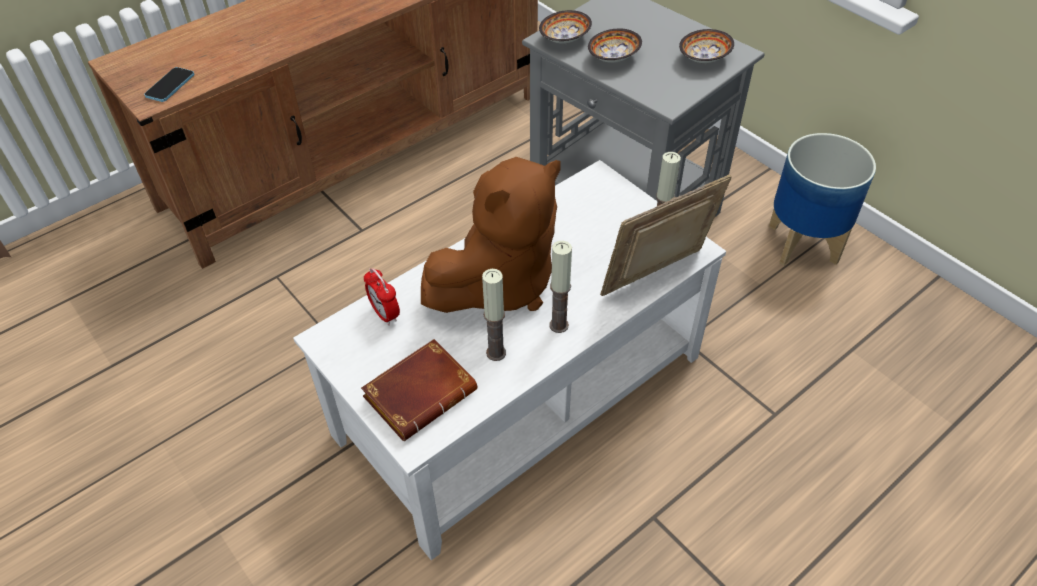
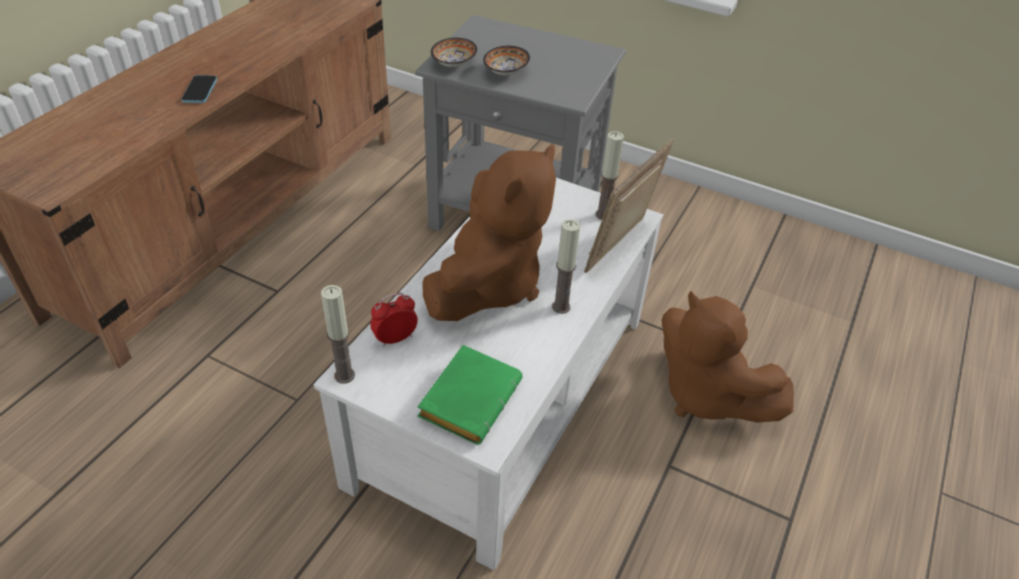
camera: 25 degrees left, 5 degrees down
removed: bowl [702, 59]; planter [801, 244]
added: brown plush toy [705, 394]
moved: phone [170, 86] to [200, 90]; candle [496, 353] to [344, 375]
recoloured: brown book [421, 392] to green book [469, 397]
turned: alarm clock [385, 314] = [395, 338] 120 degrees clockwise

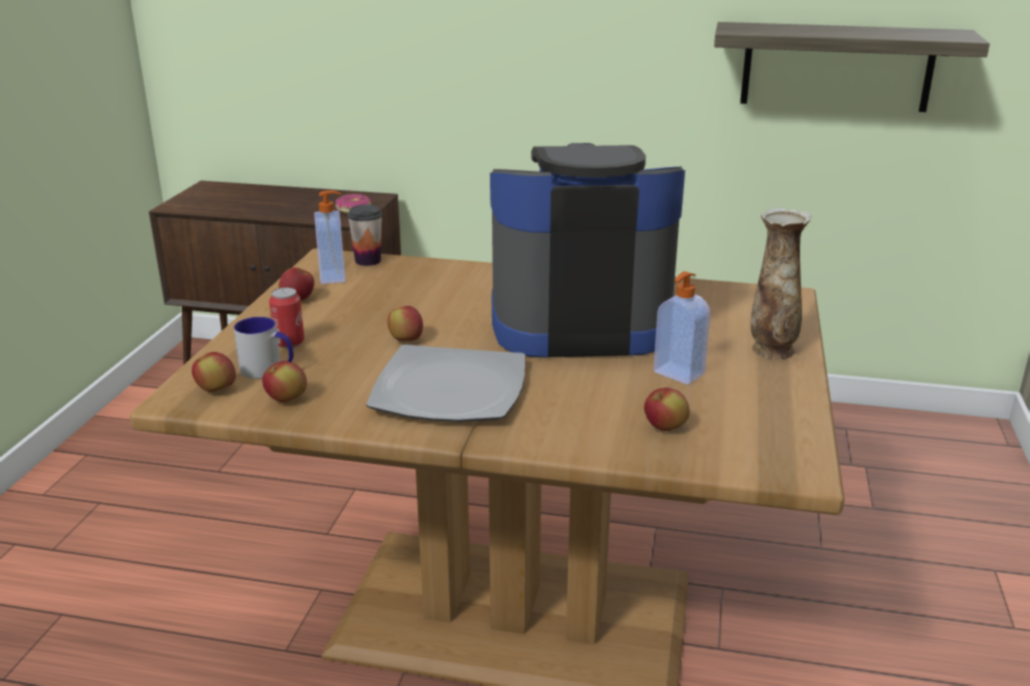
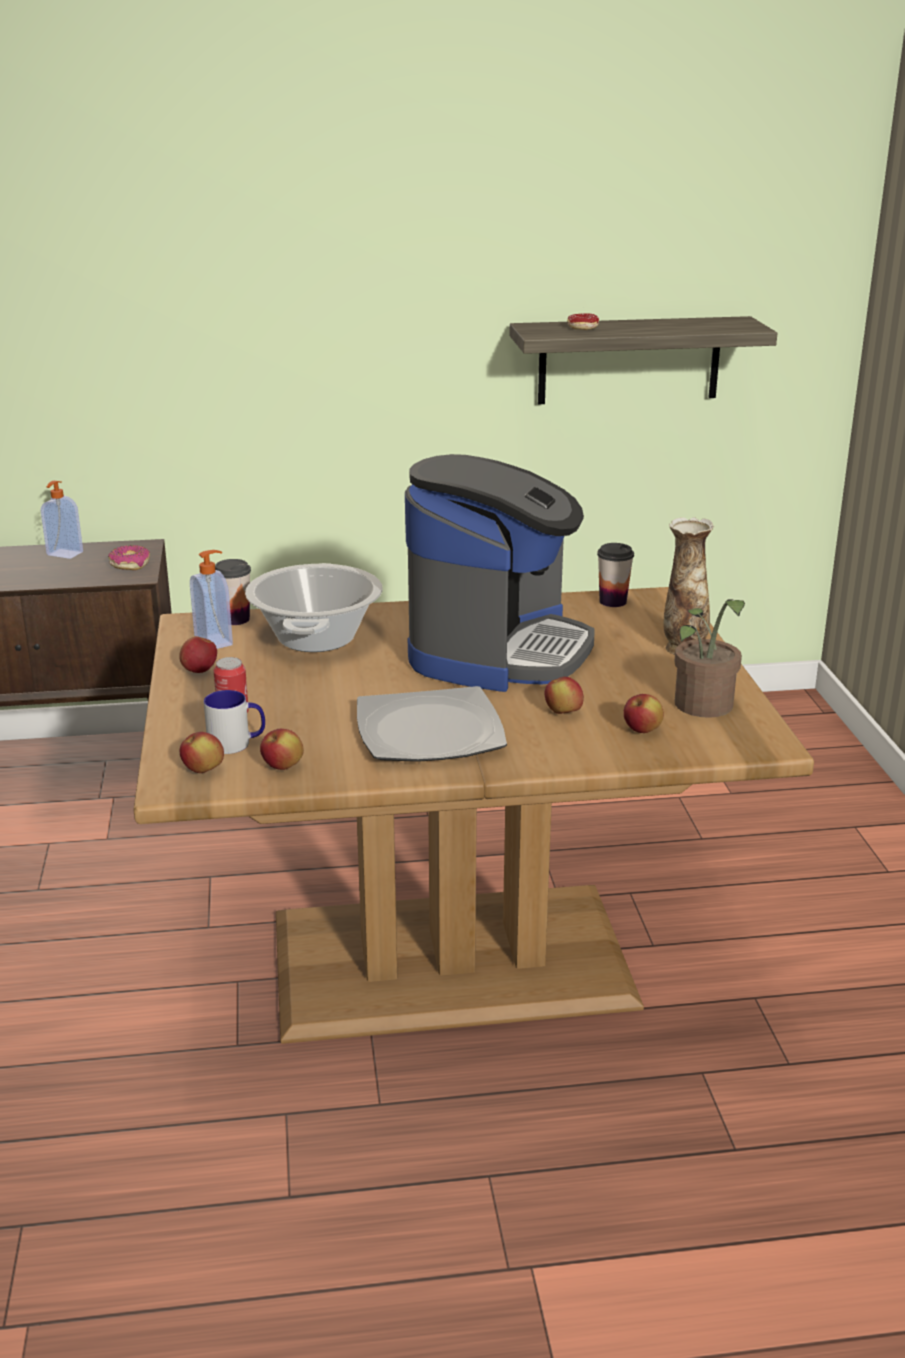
camera: 20 degrees left, 0 degrees up
added: donut [585, 326]; cup [613, 601]; cooking pot [317, 637]; potted plant [703, 708]
moved: soap dispenser [677, 374] to [64, 554]; apple [406, 340] to [563, 713]
turned: coffee machine [579, 323] = [498, 650] 135 degrees clockwise

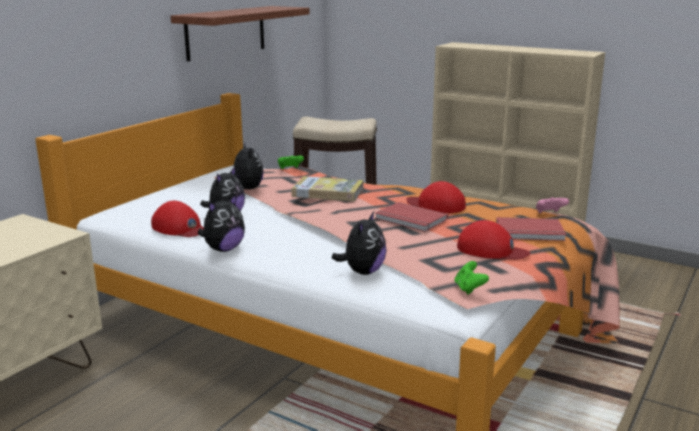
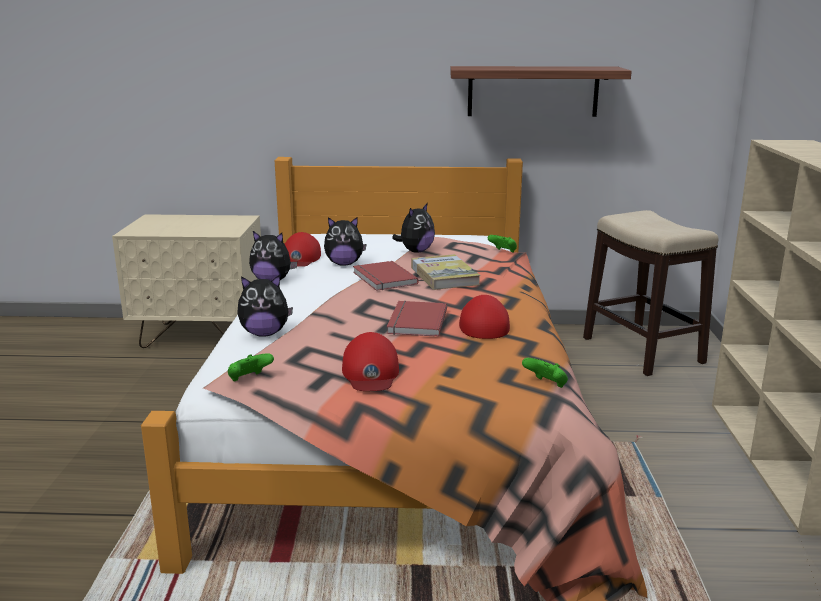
camera: 60 degrees right, 0 degrees up
moved: red book [530, 232] to [382, 278]
recoloured: pink game controller [549, 214] to green game controller [546, 385]

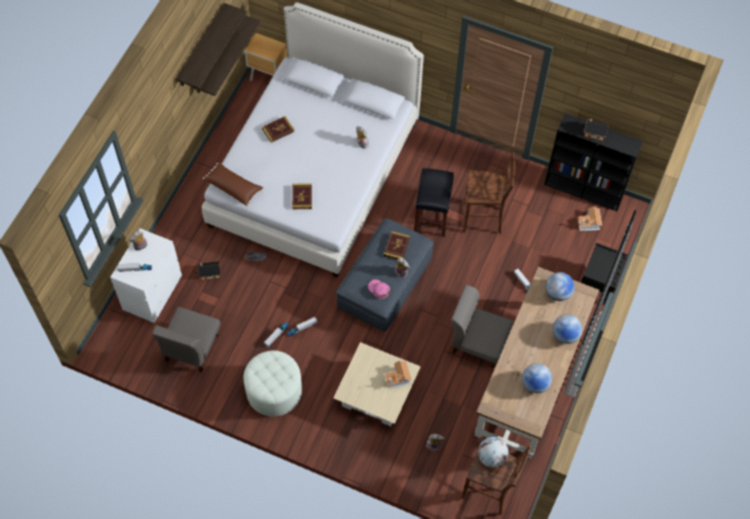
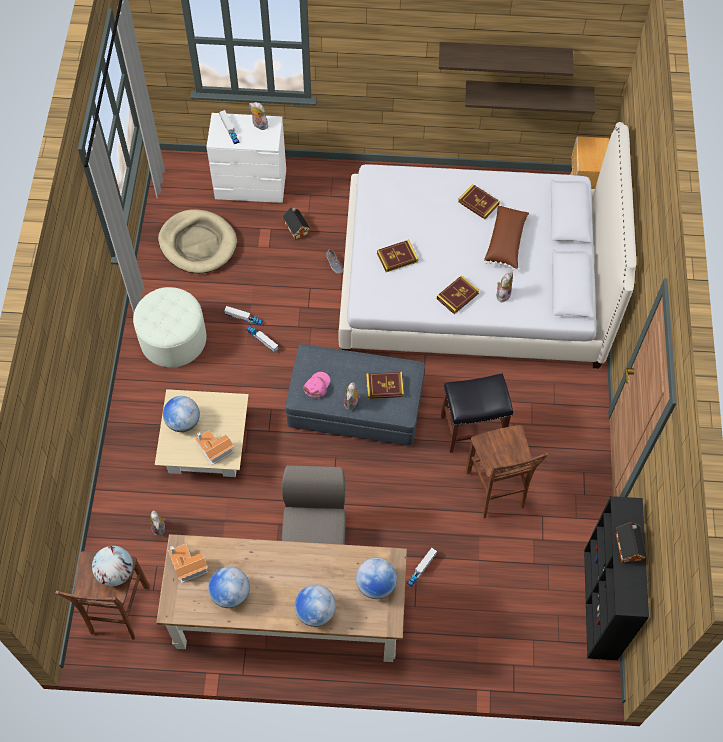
camera: 70 degrees right, 0 degrees up
removed: black nightstand [599, 285]
added: book [457, 296]; globe [183, 422]
moved: brown pillow [234, 187] to [506, 242]; toy house [589, 224] to [187, 566]
replaced: grey chair [191, 348] to beige dog bed [198, 243]

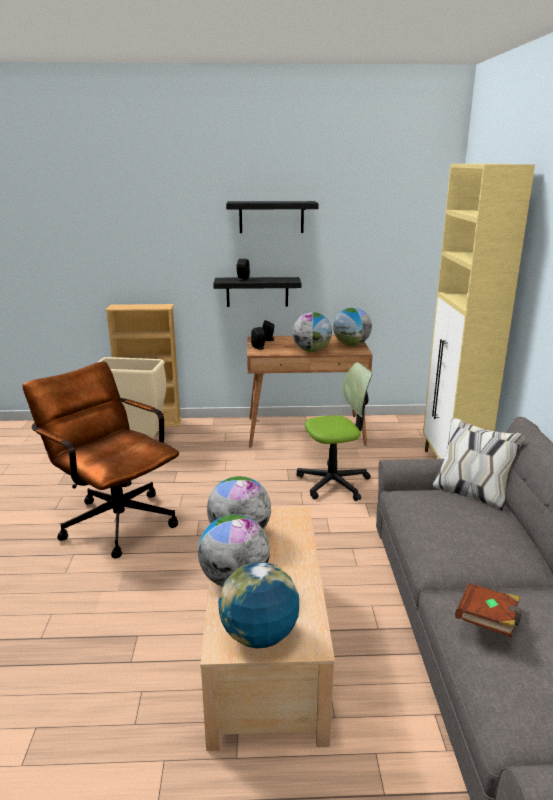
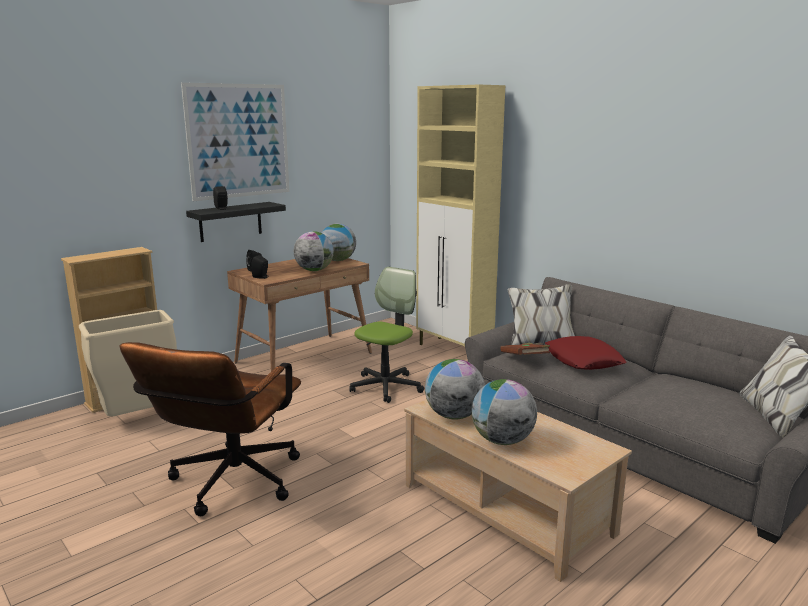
camera: 40 degrees left, 5 degrees down
removed: globe [259, 635]
added: red pillow [583, 360]
moved: brown book [488, 622] to [525, 359]
replaced: black shelf [271, 217] to picture [239, 141]
turned: brown office chair [114, 519] = [229, 485] 75 degrees counterclockwise

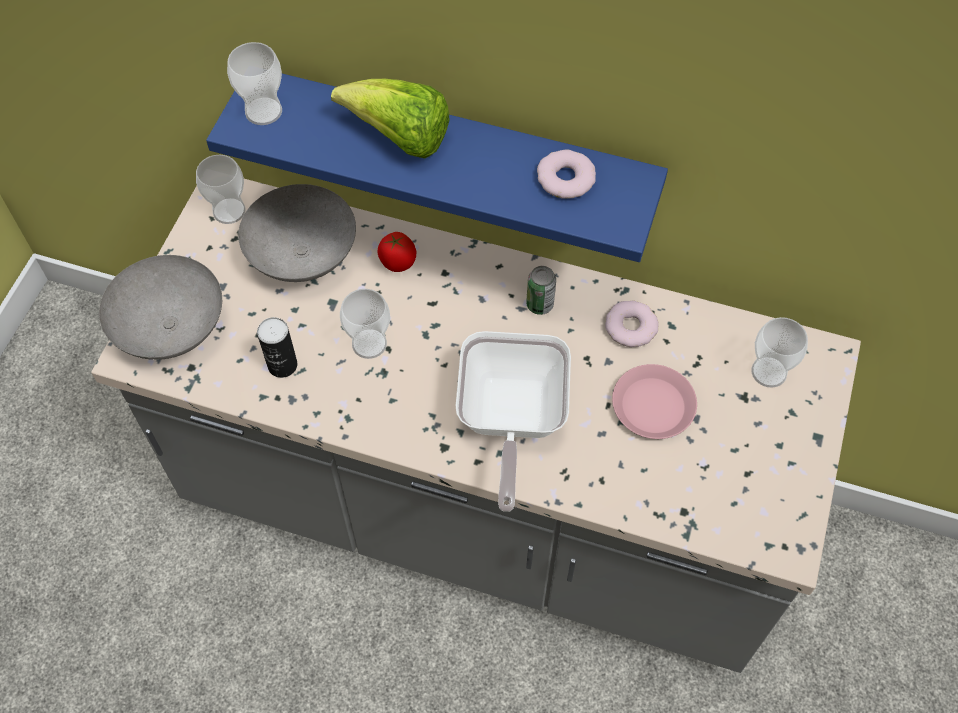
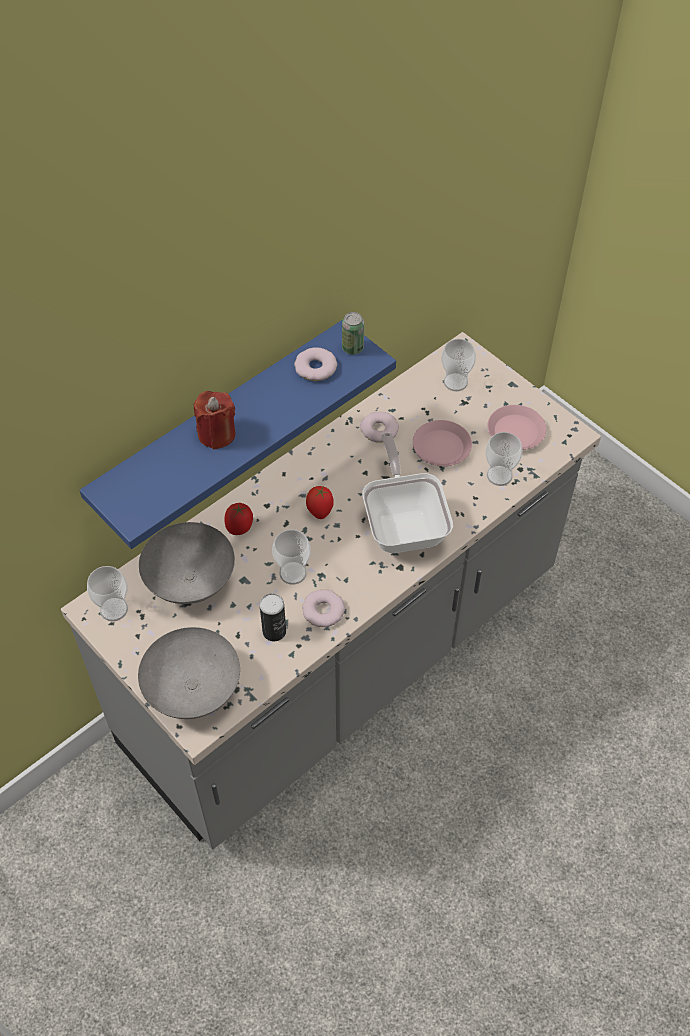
camera: 60 degrees left, 5 degrees down
added: pink plate [515, 431]; tomato [320, 511]; donut [323, 611]
moved: cup [263, 111] to [499, 475]; can [539, 304] to [352, 348]
replaced: lettuce [399, 138] to red candle [217, 434]
turned: frying pan [510, 420] = [404, 523] 135 degrees counterclockwise

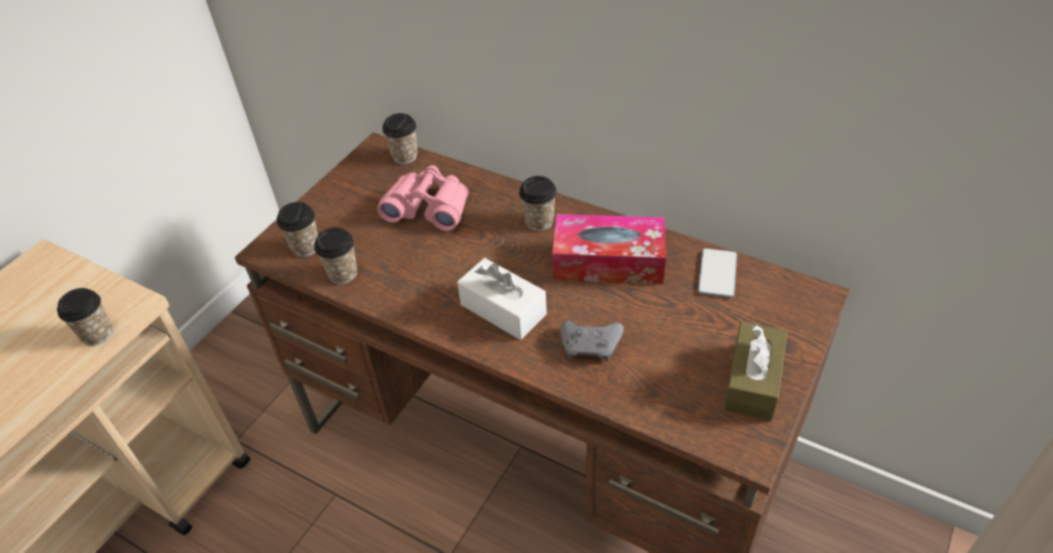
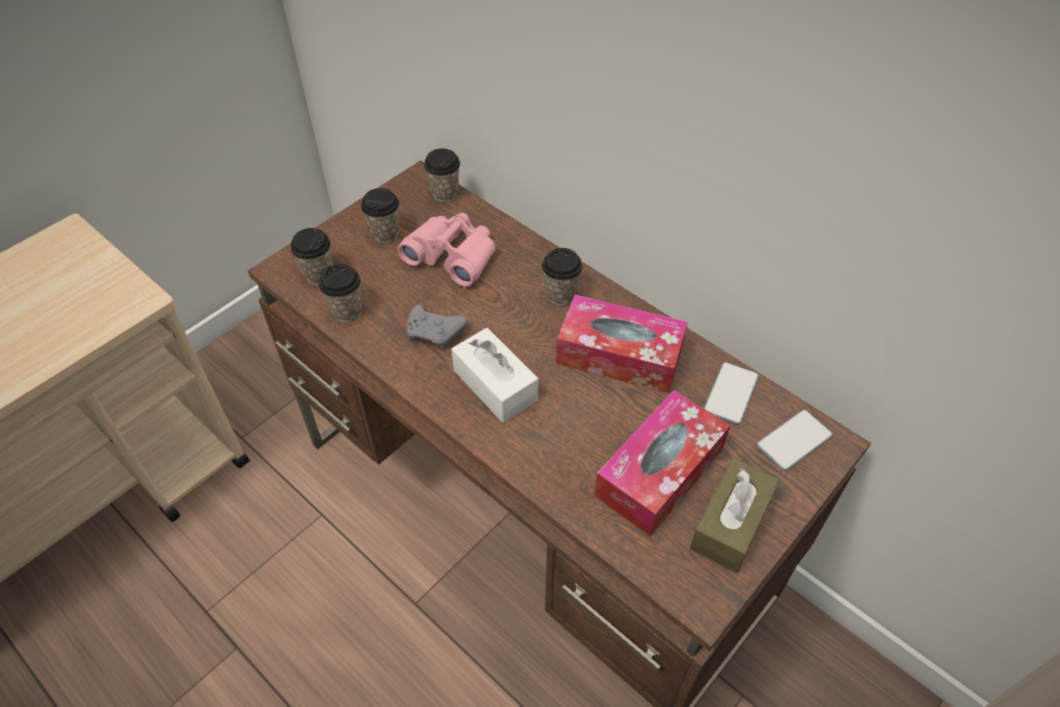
camera: 10 degrees right, 5 degrees up
added: tissue box [659, 472]; phone [794, 441]
moved: cup [97, 334] to [385, 234]; grey game controller [591, 346] to [436, 333]

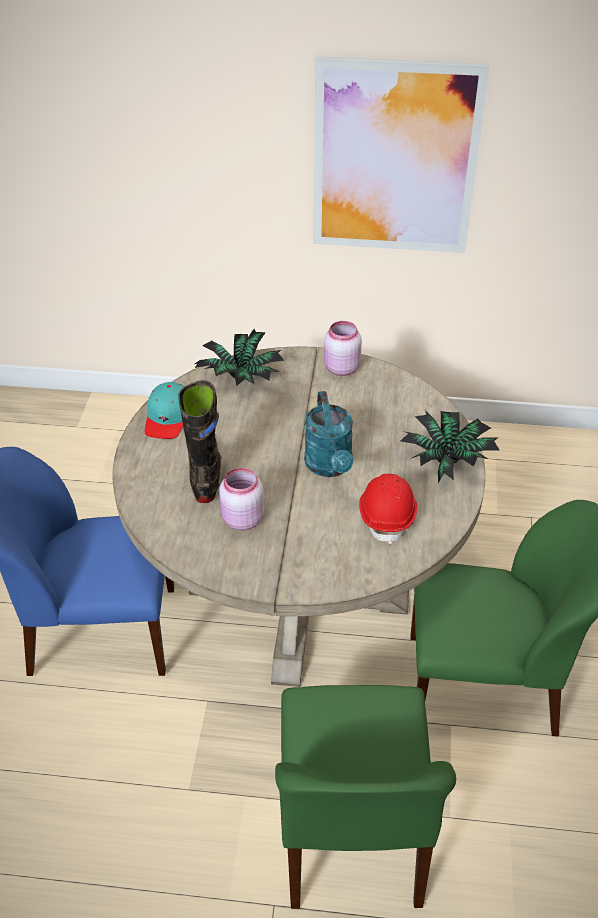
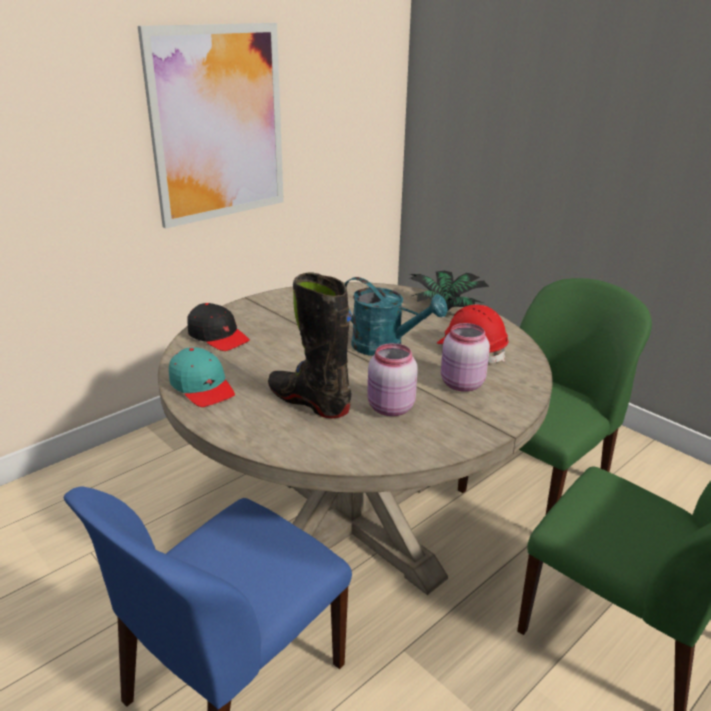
camera: 50 degrees left, 15 degrees down
moved: pink jar [340, 368] to [461, 385]
replaced: potted plant [240, 378] to black cap [218, 336]

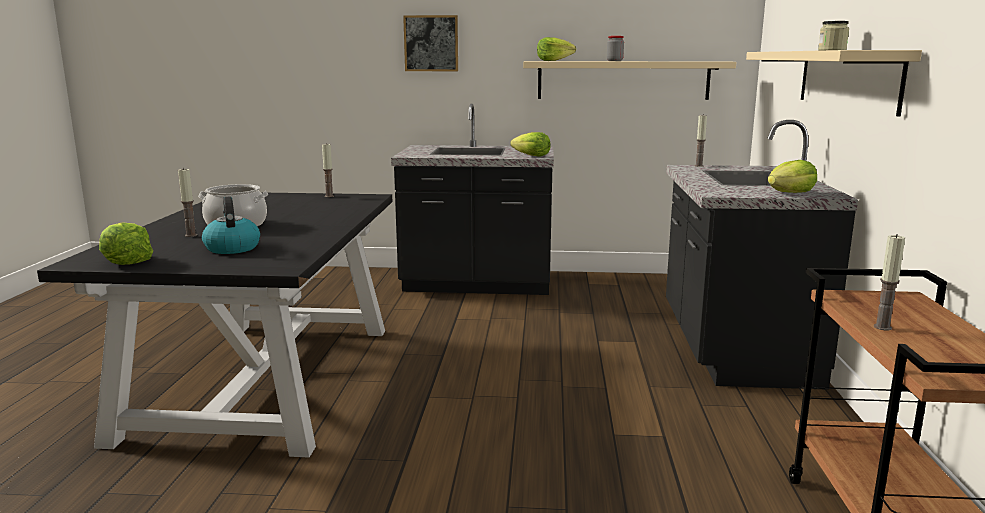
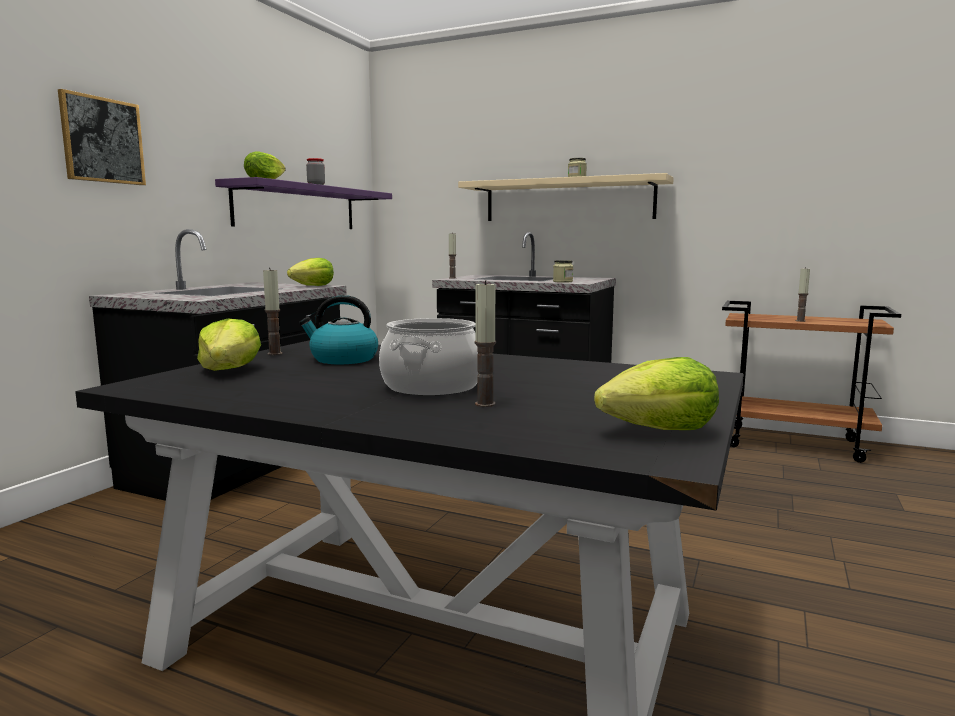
camera: 70 degrees left, 5 degrees down
added: jar [562, 281]
moved: lettuce [790, 193] to [229, 370]; kettle [232, 248] to [343, 359]
recoloured: beige shelf [623, 80] to purple shelf [297, 208]

